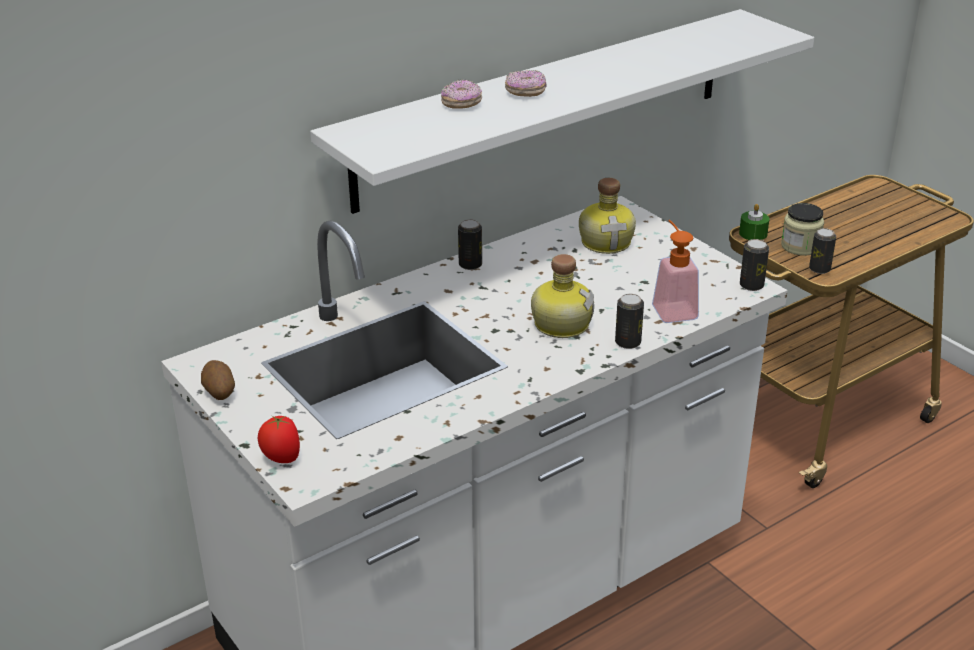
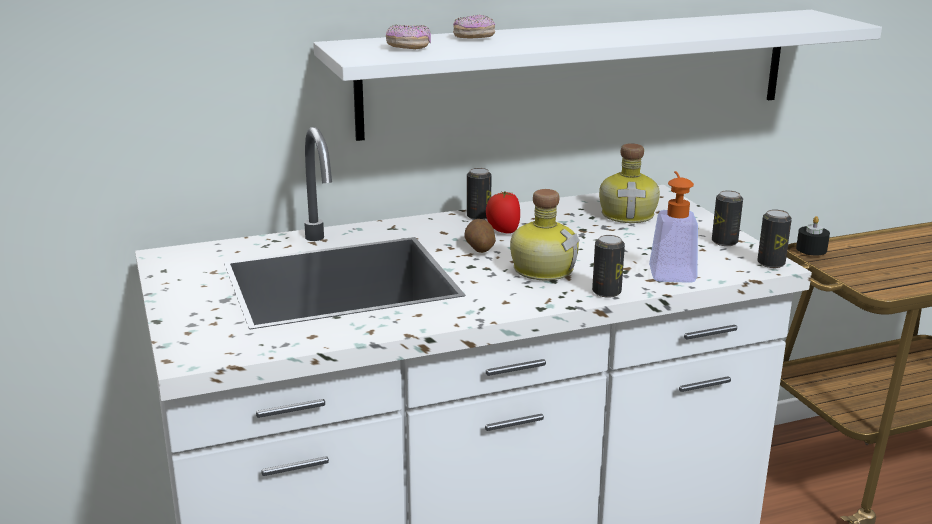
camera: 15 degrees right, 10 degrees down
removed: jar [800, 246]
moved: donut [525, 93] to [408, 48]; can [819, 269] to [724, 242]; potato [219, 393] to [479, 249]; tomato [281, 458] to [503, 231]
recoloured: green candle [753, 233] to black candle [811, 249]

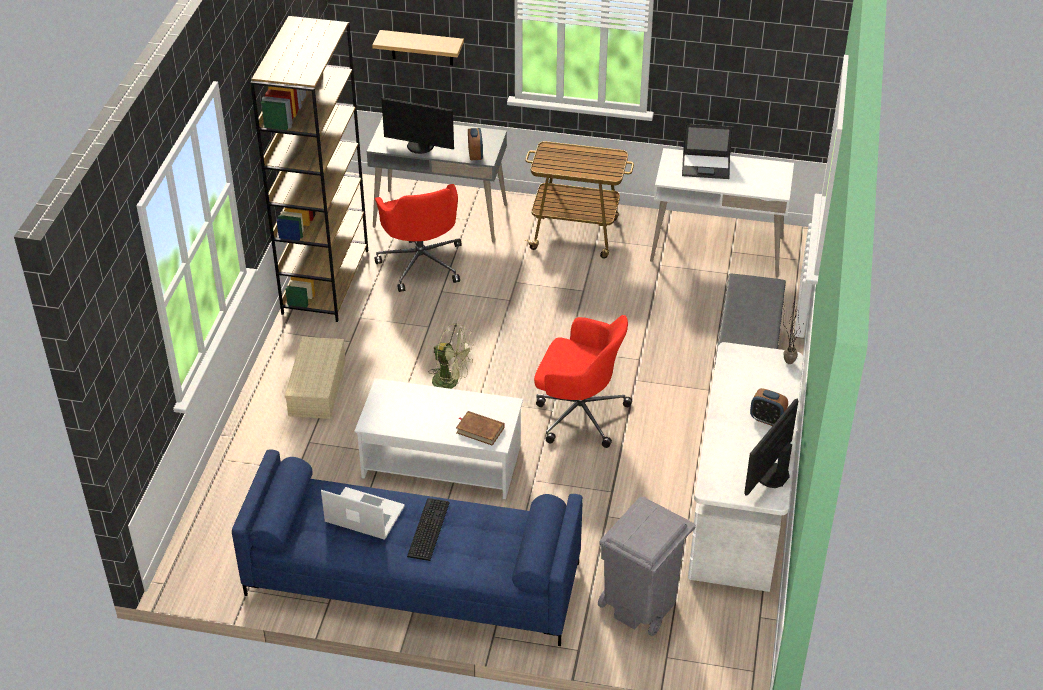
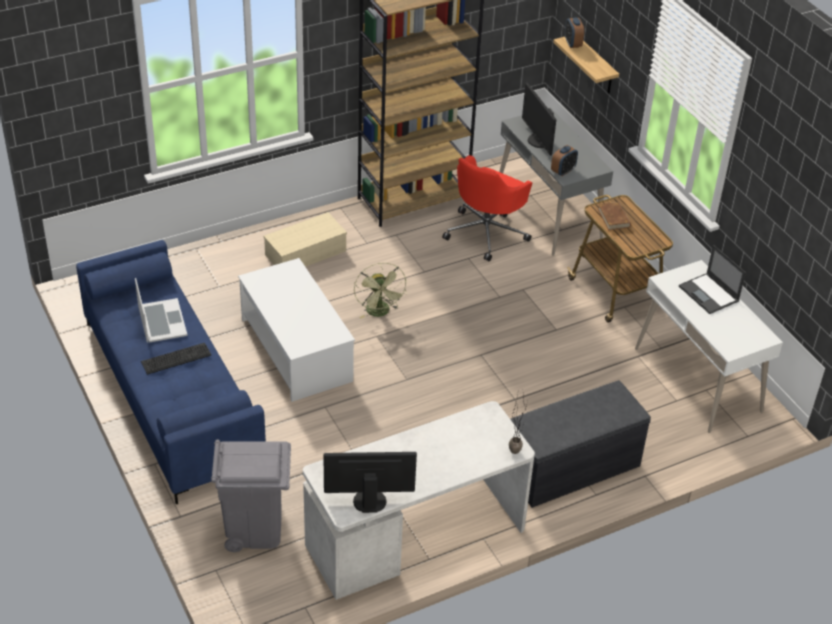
camera: 50 degrees right, 0 degrees up
removed: red office chair [578, 413]
moved: alarm clock [767, 419] to [572, 44]; brown book [480, 430] to [614, 218]

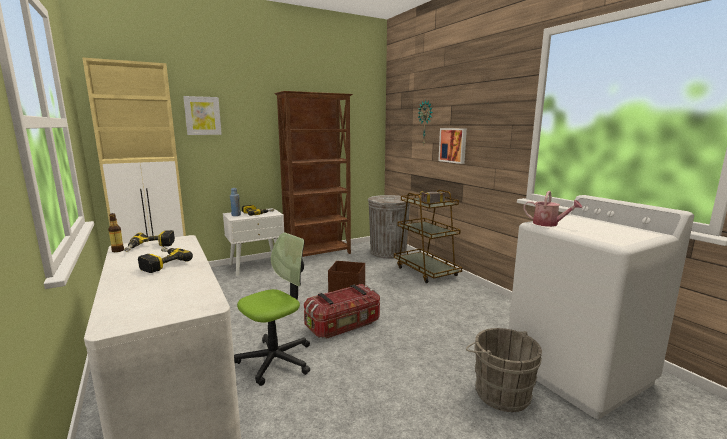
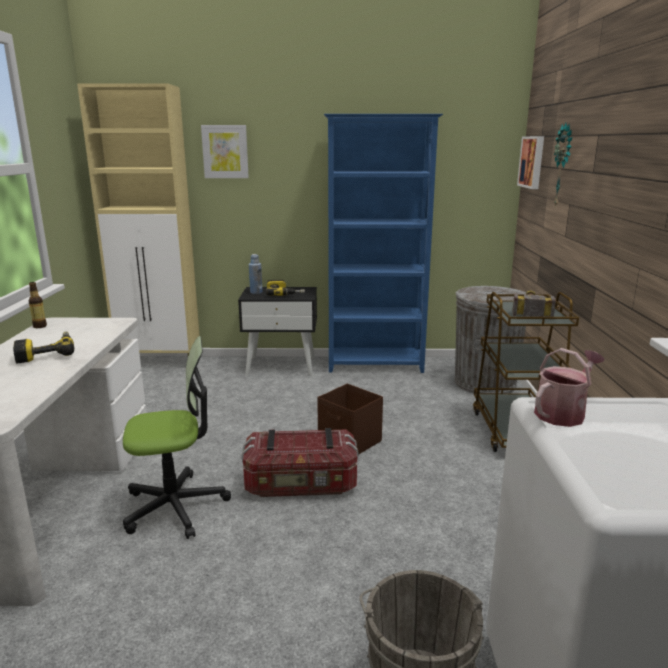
camera: 30 degrees right, 5 degrees up
removed: power drill [150, 247]
moved: picture [453, 145] to [532, 162]
recoloured: brown bookcase [319, 255] to blue bookcase [376, 365]; white nightstand [256, 266] to black nightstand [281, 365]
turned: watering can [549, 224] = [563, 413] 105 degrees counterclockwise

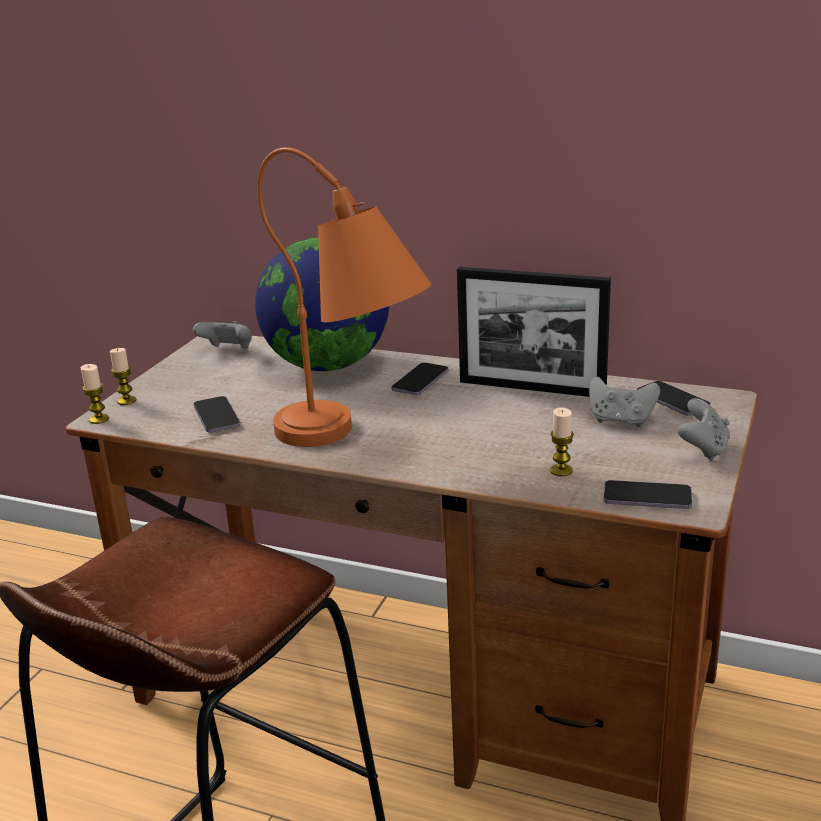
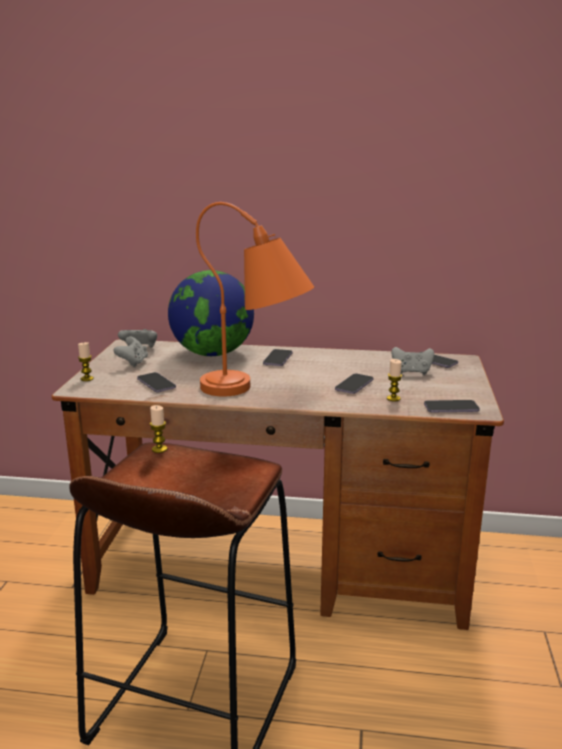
camera: 15 degrees left, 5 degrees down
removed: picture frame [531, 388]
added: phone [354, 385]
moved: candle [99, 419] to [159, 449]; grey game controller [703, 449] to [133, 363]

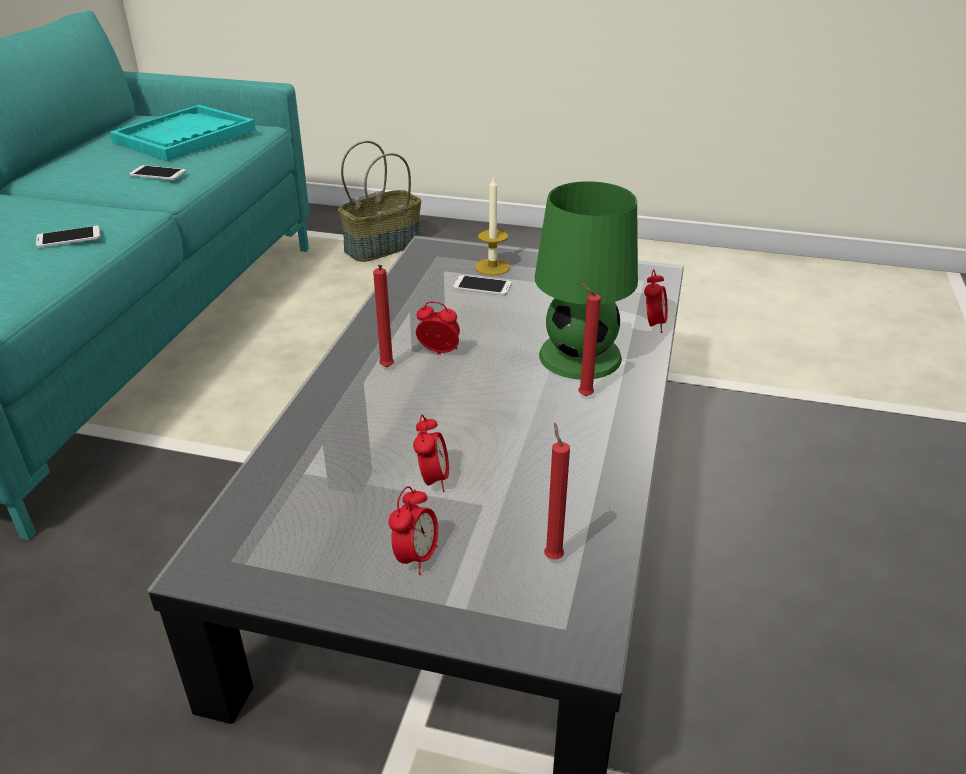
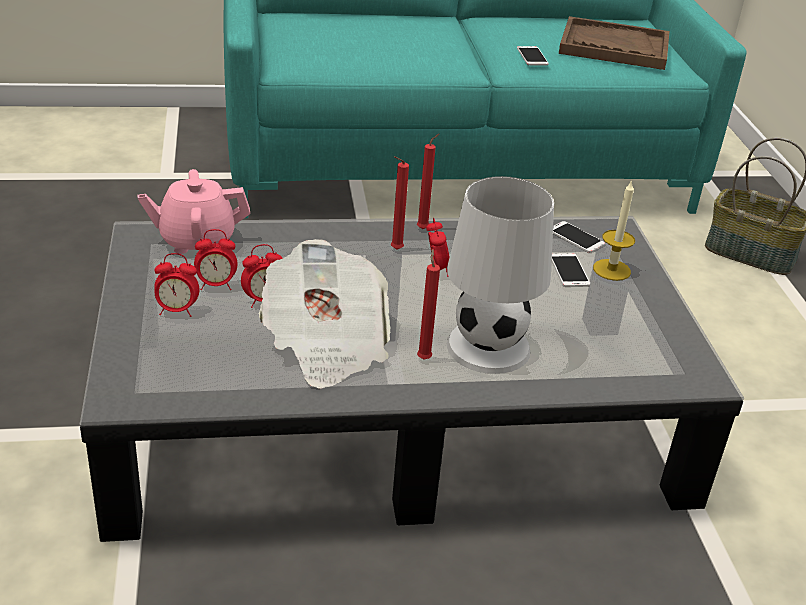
camera: 65 degrees right, 0 degrees up
added: pink teapot [196, 240]; newspaper [325, 344]
moved: phone [68, 237] to [576, 237]; alarm clock [653, 325] to [216, 285]; red candle [552, 555] to [424, 228]
recoloured: turquoise tray [185, 136] to brown tray [613, 47]; green table lamp [580, 357] to white table lamp [487, 347]

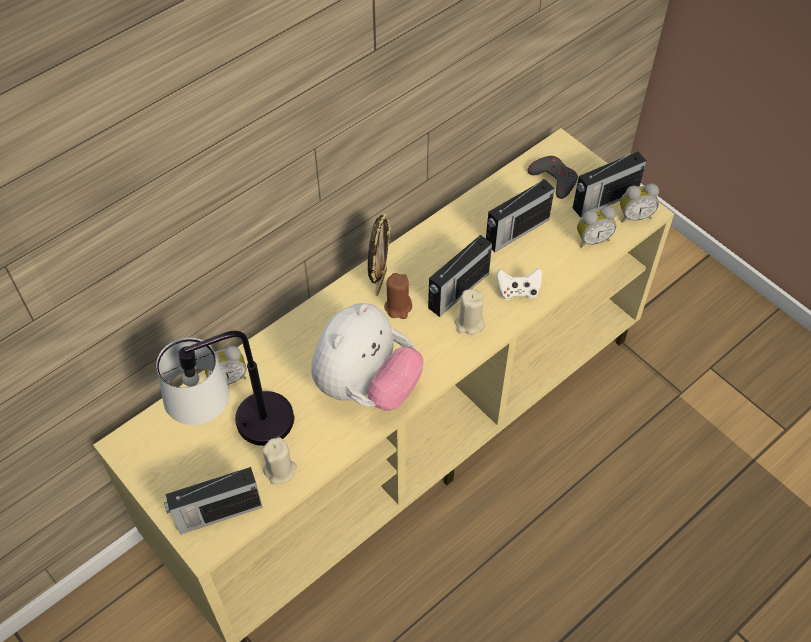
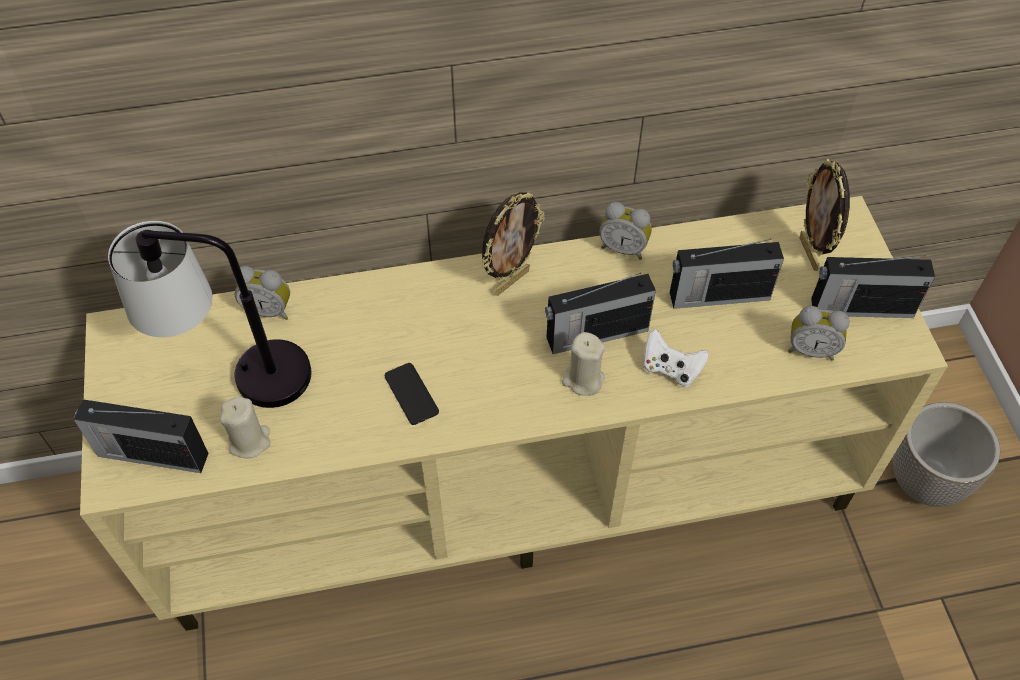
camera: 30 degrees right, 0 degrees up
removed: brown candle [398, 307]
added: planter [924, 480]
moved: alarm clock [634, 216] to [623, 248]
replaced: grey game controller [554, 179] to picture frame [810, 253]; plush toy [366, 386] to phone [411, 394]

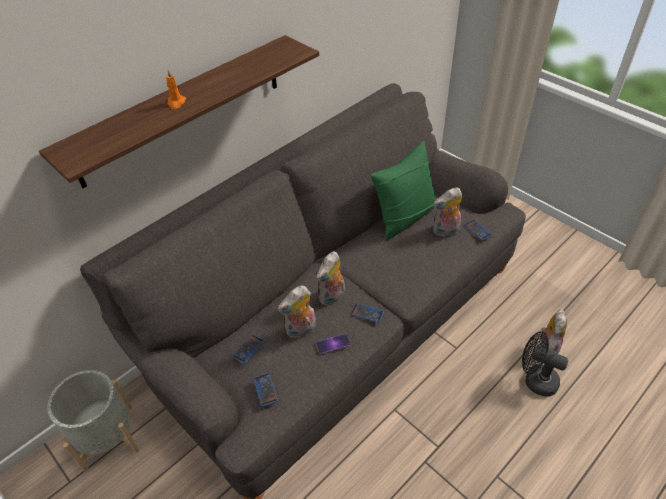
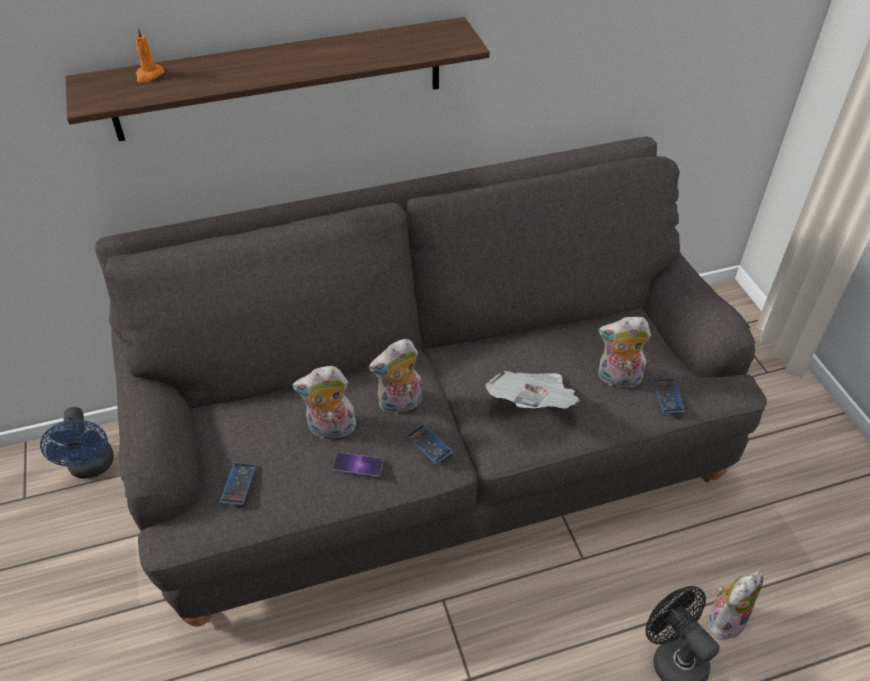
camera: 25 degrees right, 0 degrees up
removed: green pillow [405, 217]; phone [248, 349]
added: newspaper [532, 404]
moved: orange candle [176, 103] to [149, 75]
replaced: grey planter [108, 437] to blue fan [92, 467]

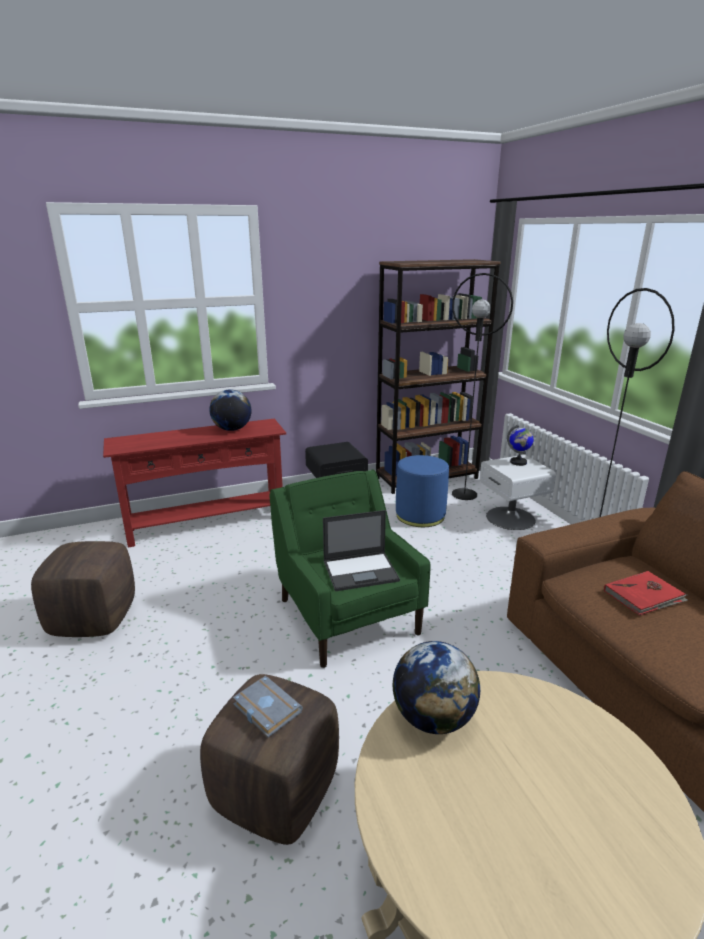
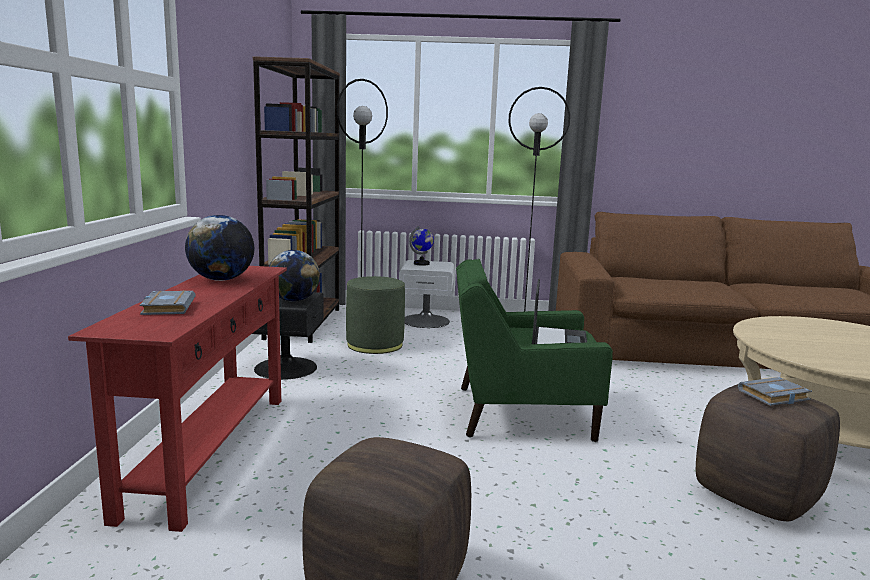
camera: 65 degrees left, 10 degrees down
removed: red book [644, 596]
added: grey book [167, 307]
moved: globe [433, 718] to [294, 300]
recoloured: blue ottoman [420, 515] to green ottoman [375, 344]

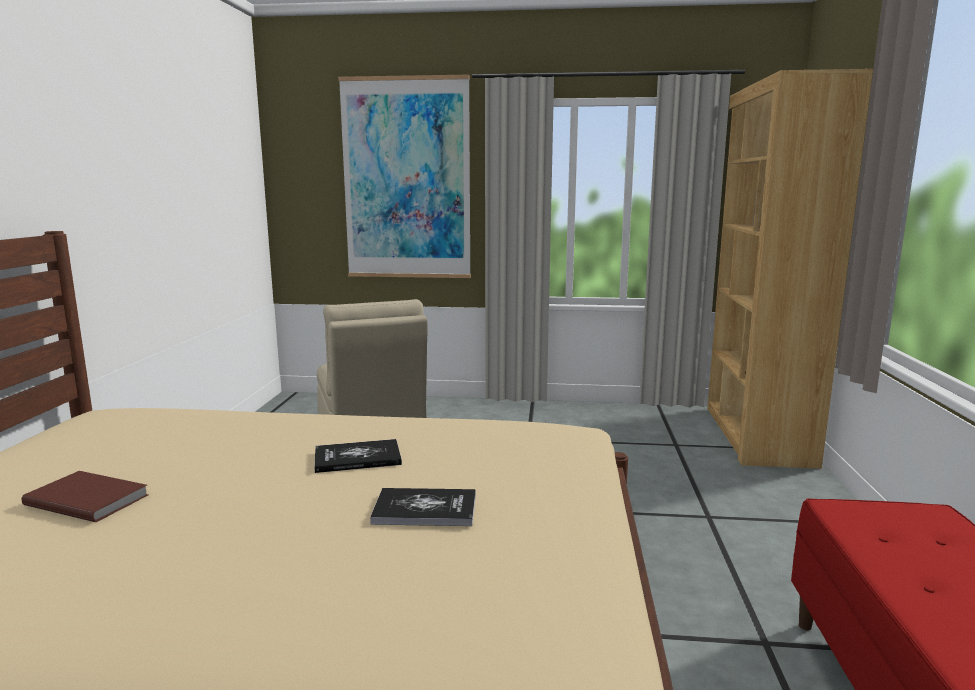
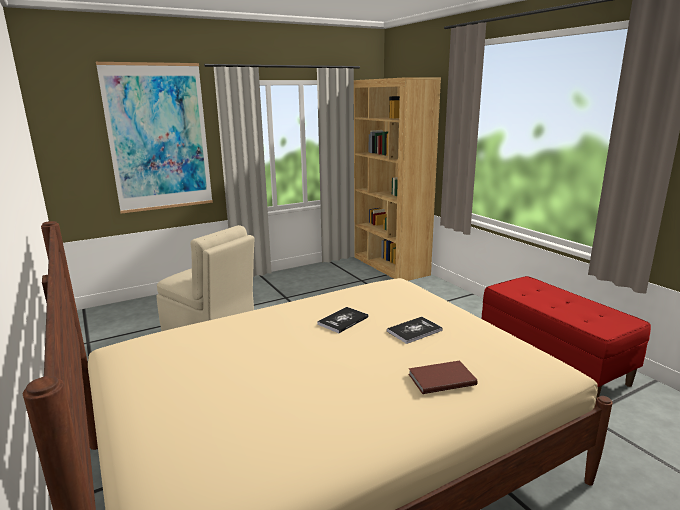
camera: 35 degrees left, 5 degrees up
moved: brown book [88, 499] to [440, 379]

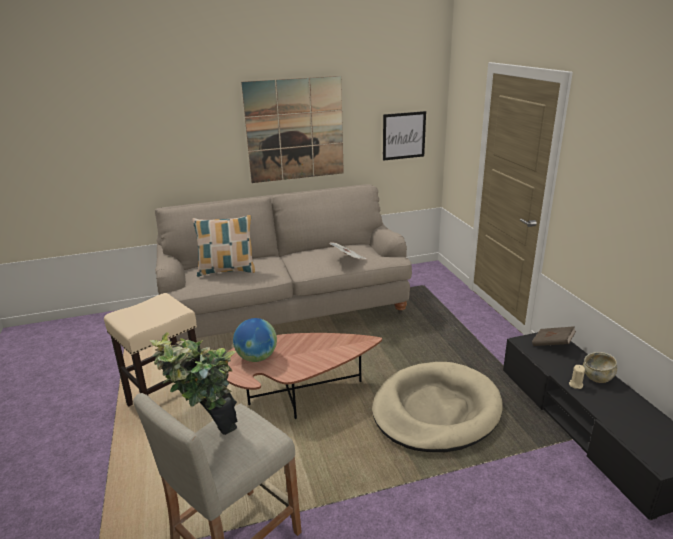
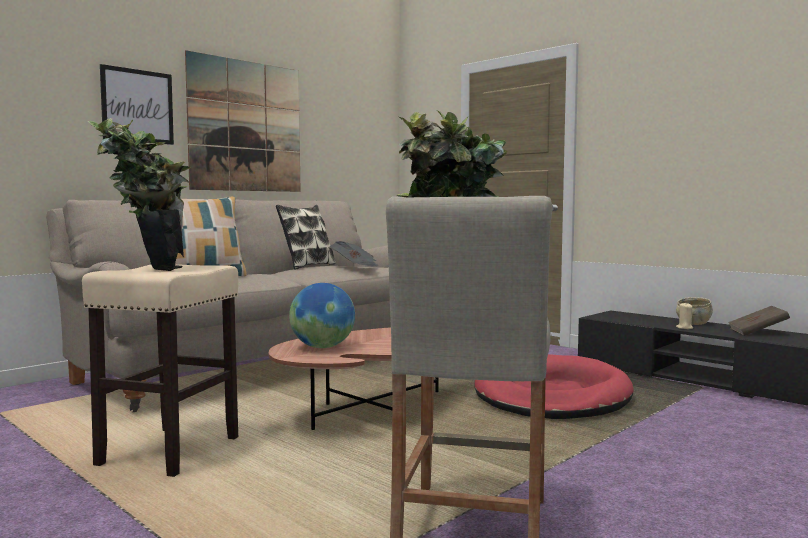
camera: 30 degrees left, 20 degrees down
added: potted plant [145, 269]; pillow [307, 266]
moved: picture [404, 135] to [137, 106]; brown book [552, 344] to [757, 333]
recoloured: beige dog bed [435, 410] to red dog bed [551, 395]

